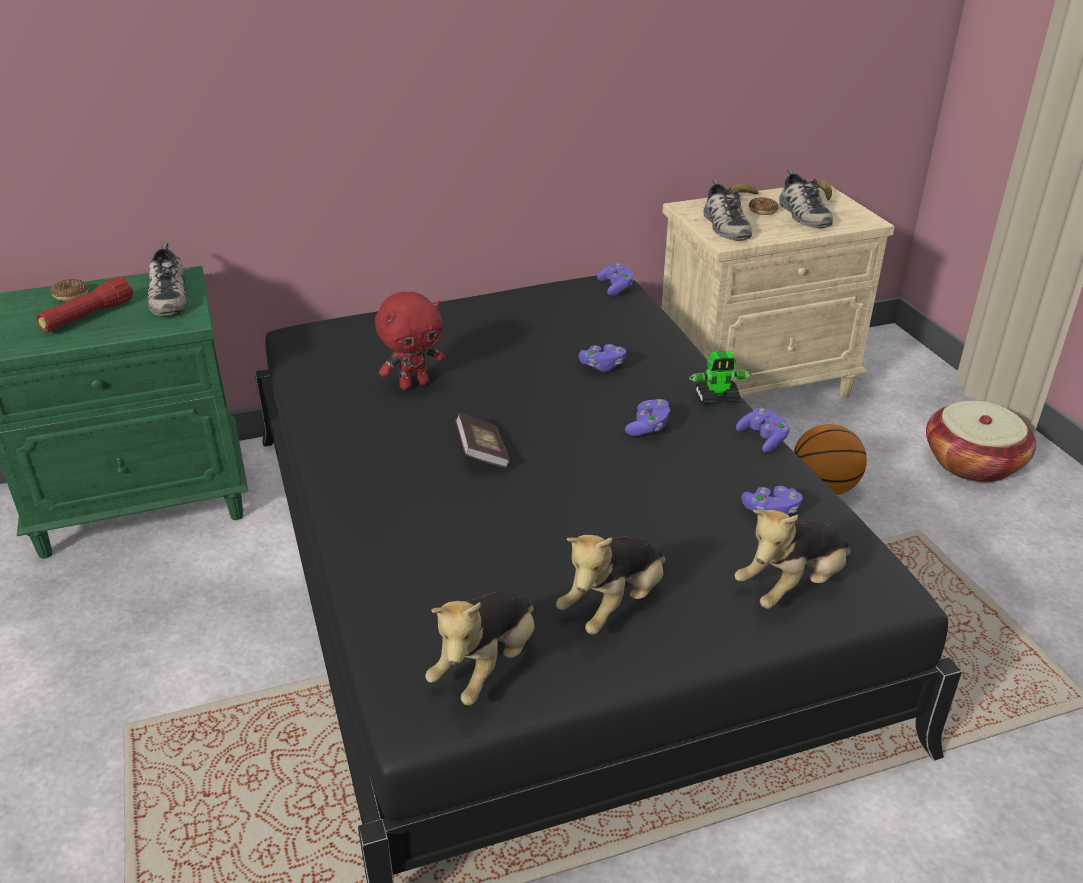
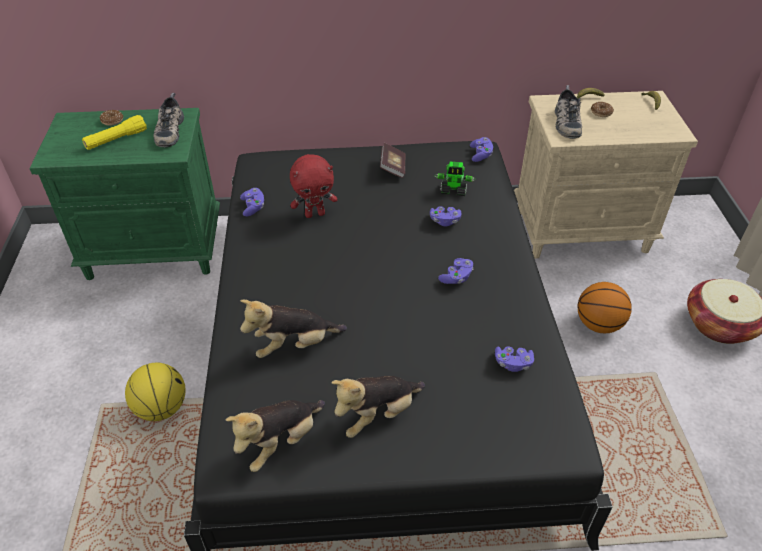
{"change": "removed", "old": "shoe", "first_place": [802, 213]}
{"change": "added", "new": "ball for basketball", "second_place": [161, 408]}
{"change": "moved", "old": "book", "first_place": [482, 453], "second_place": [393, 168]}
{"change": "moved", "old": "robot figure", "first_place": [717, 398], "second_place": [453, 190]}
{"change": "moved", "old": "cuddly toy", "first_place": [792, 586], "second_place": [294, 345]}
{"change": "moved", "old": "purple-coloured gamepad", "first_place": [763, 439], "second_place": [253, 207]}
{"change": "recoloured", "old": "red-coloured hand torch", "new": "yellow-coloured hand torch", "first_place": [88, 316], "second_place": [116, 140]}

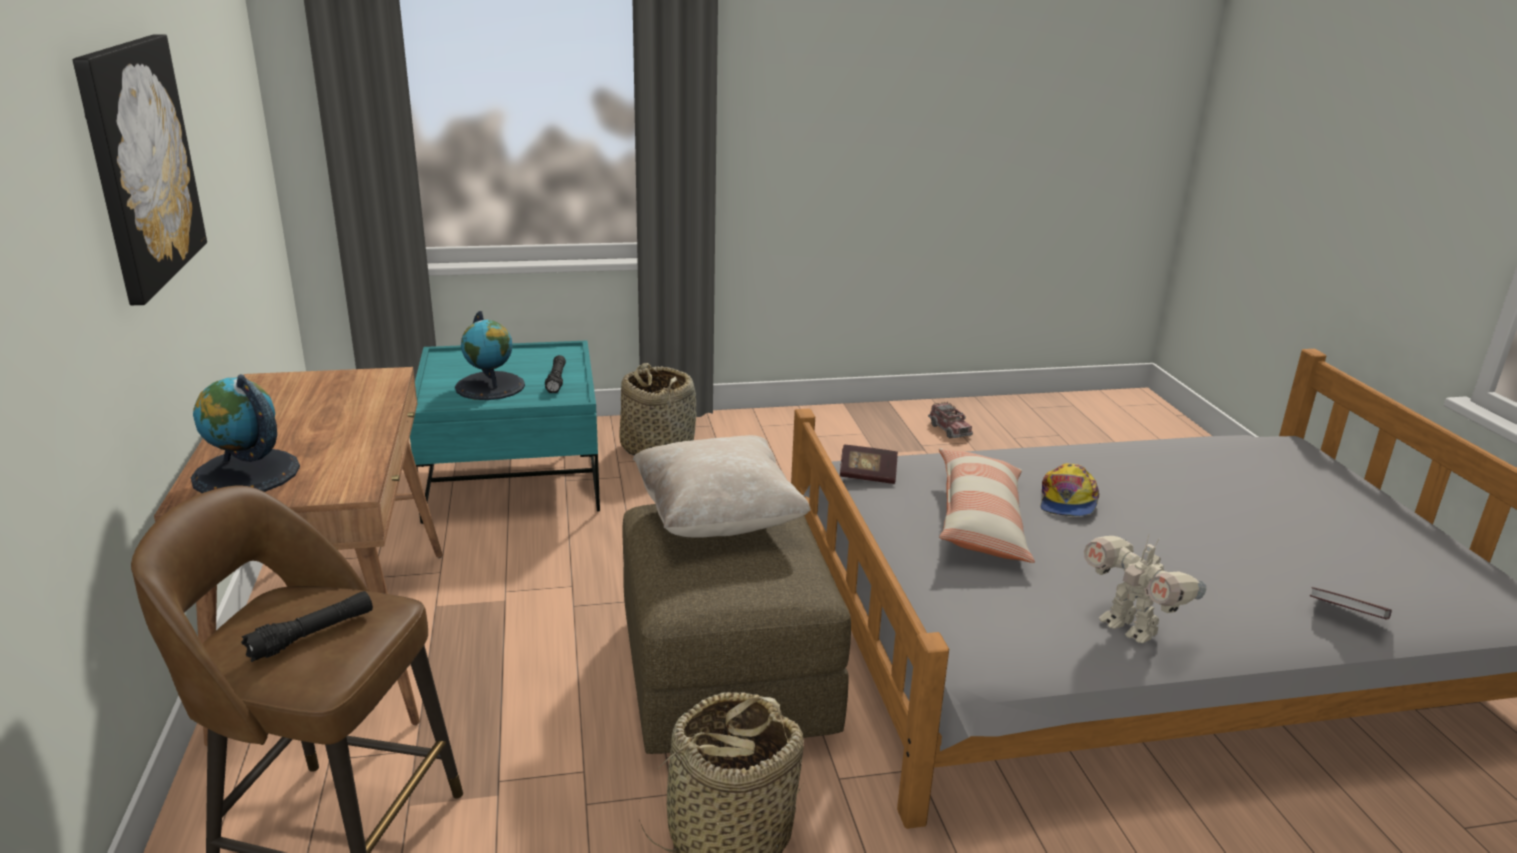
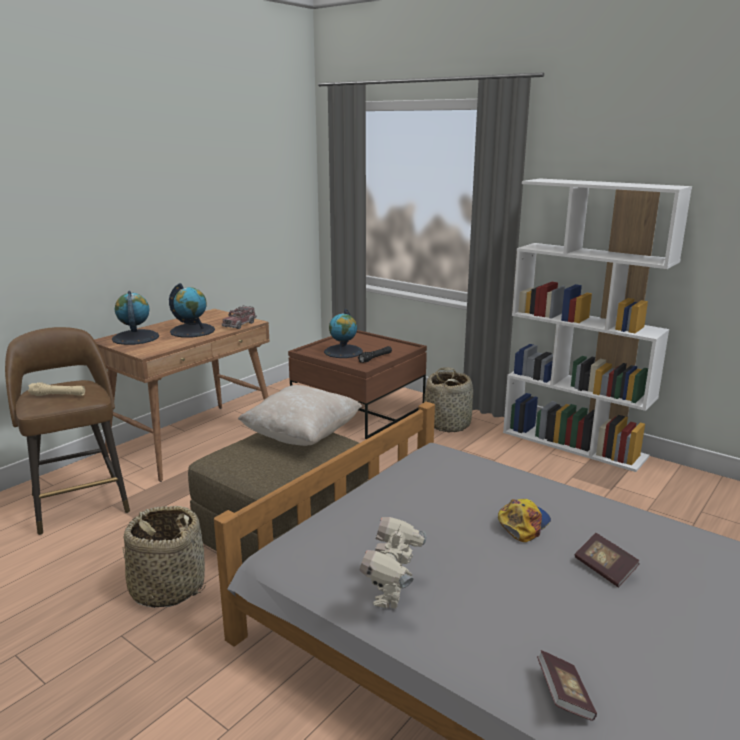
{"change": "removed", "old": "picture", "first_place": [140, 163]}
{"change": "removed", "old": "pillow", "first_place": [980, 521]}
{"change": "added", "new": "desk globe", "second_place": [192, 331]}
{"change": "added", "new": "white shelving unit", "second_place": [574, 444]}
{"change": "moved", "old": "book", "first_place": [867, 475], "second_place": [605, 569]}
{"change": "moved", "old": "model truck", "first_place": [949, 429], "second_place": [239, 324]}
{"change": "recoloured", "old": "black-coloured hand torch", "new": "beige hand torch", "first_place": [312, 635], "second_place": [58, 395]}
{"change": "recoloured", "old": "blue-green low table", "new": "brown low table", "first_place": [513, 477], "second_place": [358, 410]}
{"change": "turned", "old": "baseball cap", "first_place": [1067, 501], "second_place": [523, 523], "degrees": 150}

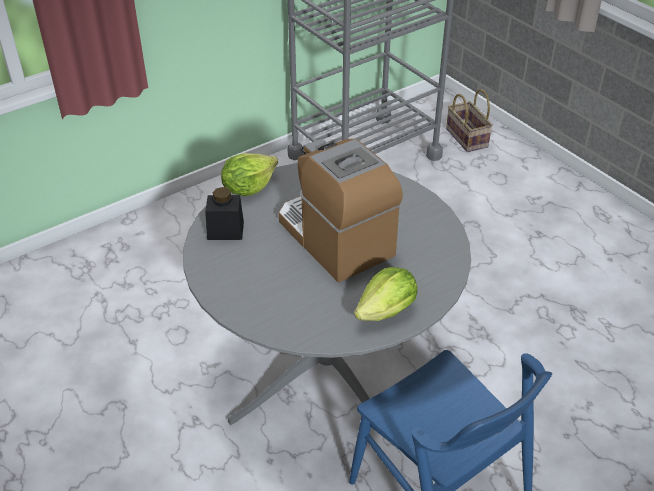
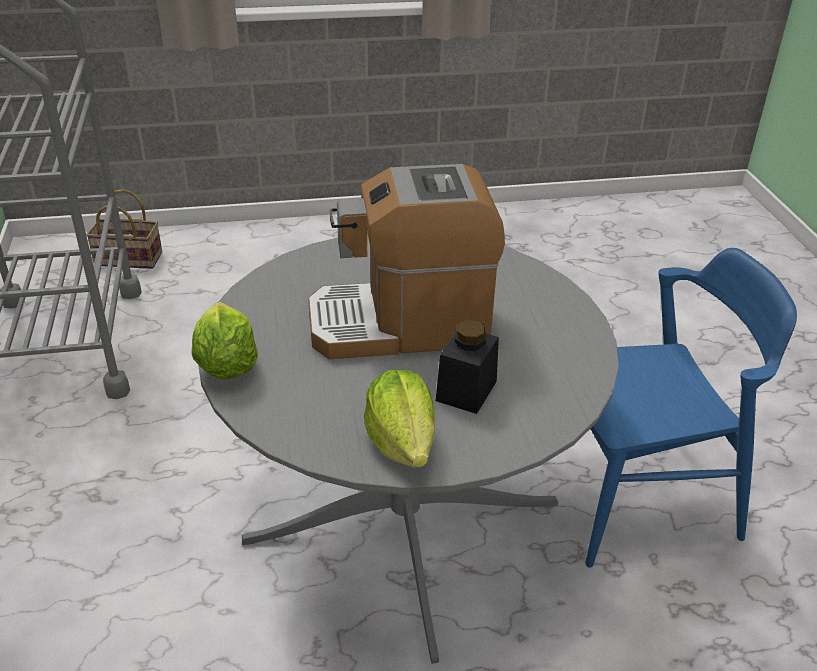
{"change": "moved", "old": "black-coloured preserve jar", "first_place": [225, 230], "second_place": [466, 391]}
{"change": "moved", "old": "lettuce", "first_place": [387, 311], "second_place": [402, 442]}

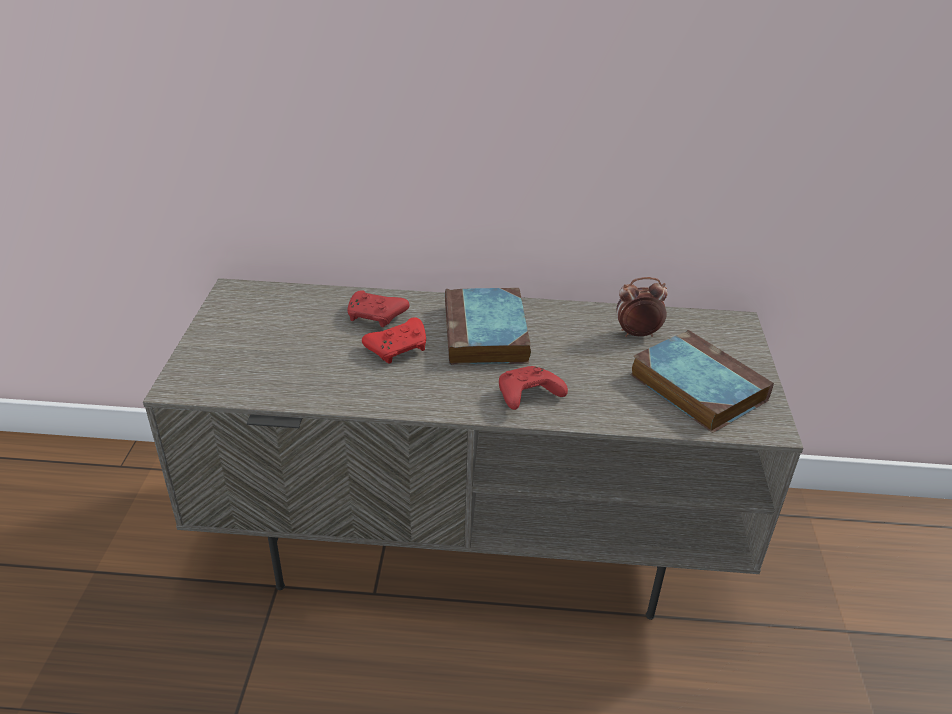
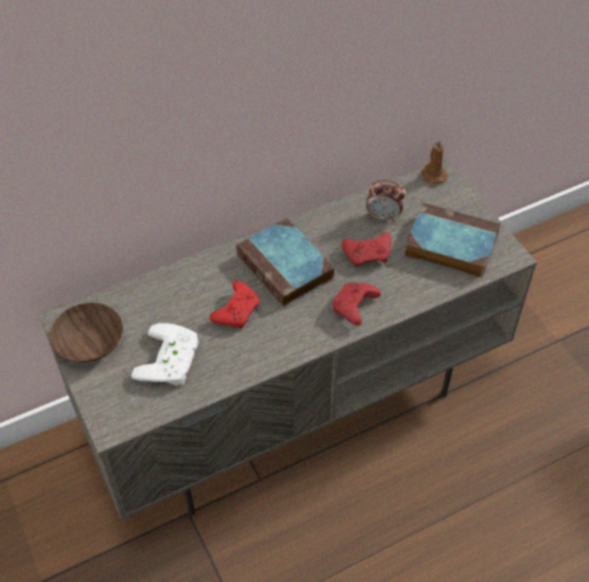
{"change": "added", "new": "brown deep dish", "second_place": [88, 341]}
{"change": "added", "new": "white gamepad", "second_place": [172, 360]}
{"change": "added", "new": "brown wax candle", "second_place": [433, 174]}
{"change": "moved", "old": "red-coloured gamepad", "first_place": [376, 316], "second_place": [368, 255]}
{"change": "turned", "old": "bedside clock", "first_place": [637, 334], "second_place": [384, 216], "degrees": -135}

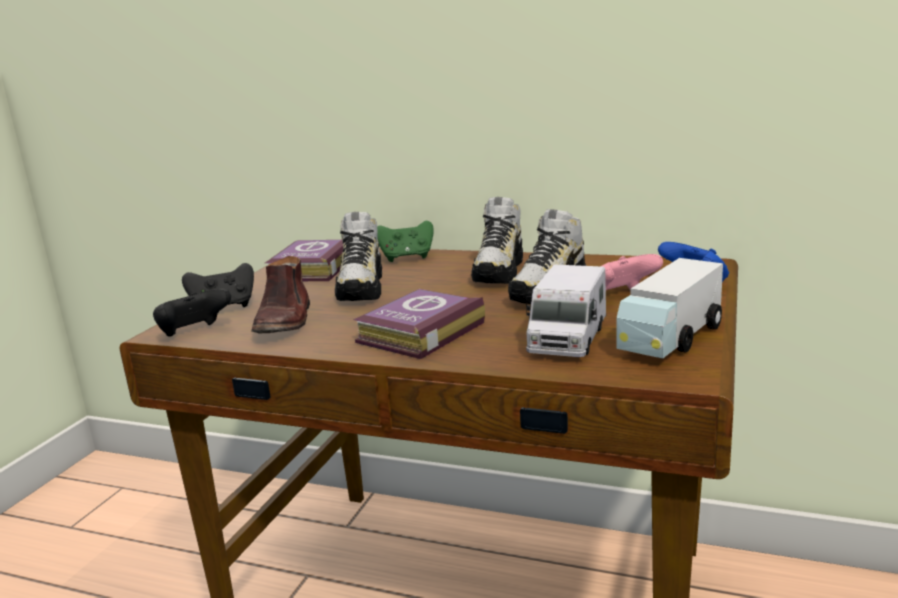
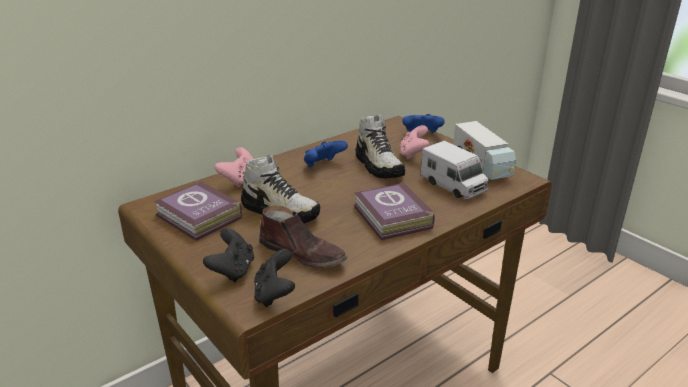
{"change": "replaced", "old": "shoe", "new": "blue gamepad", "first_place": [499, 272], "second_place": [323, 165]}
{"change": "recoloured", "old": "greenish gamepad", "new": "pink gamepad", "first_place": [407, 258], "second_place": [240, 180]}

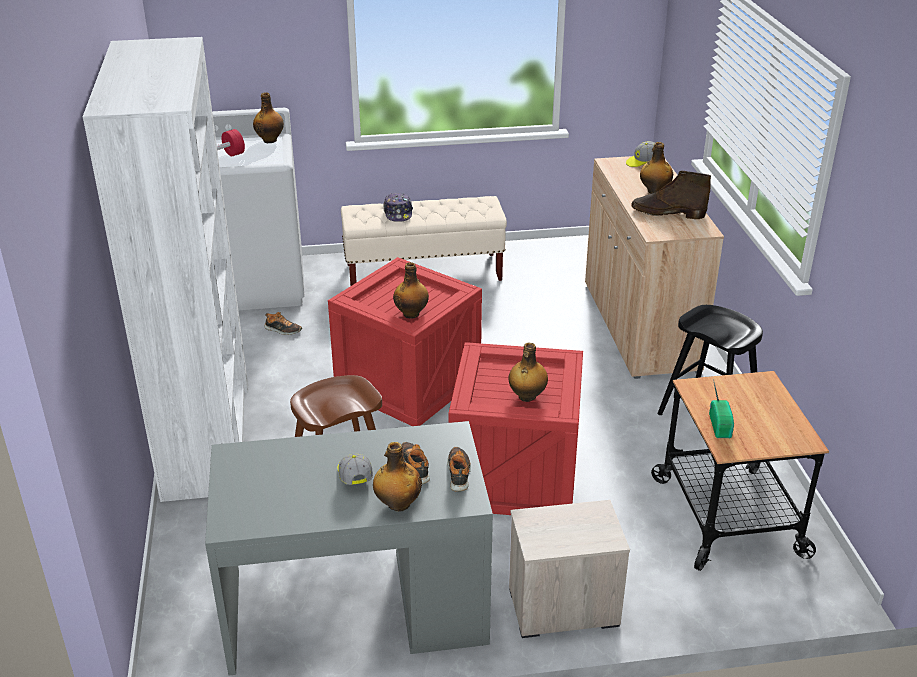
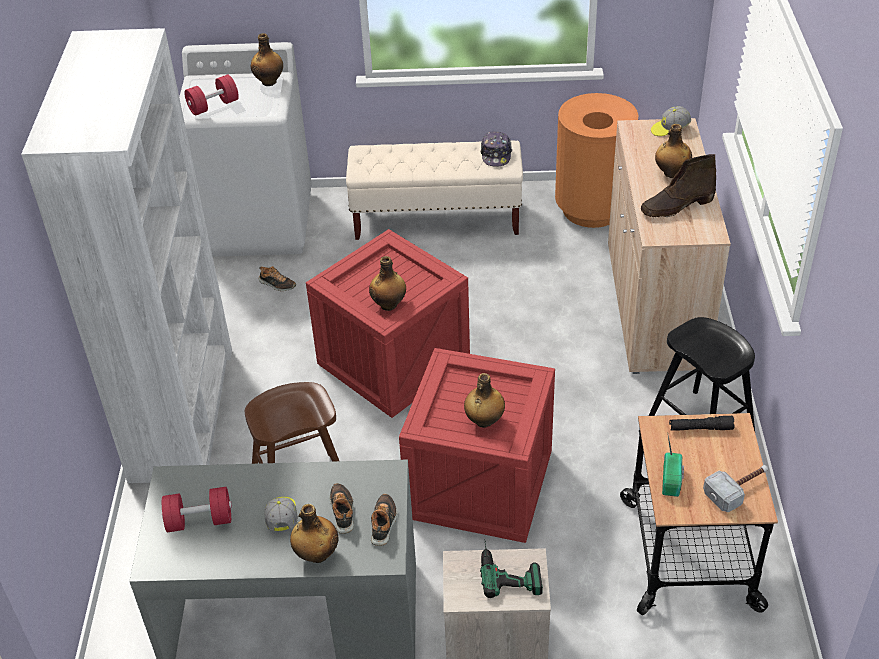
{"change": "added", "new": "red-coloured dumbbell", "second_place": [199, 520]}
{"change": "added", "new": "drill", "second_place": [509, 569]}
{"change": "added", "new": "orange waste bin", "second_place": [592, 209]}
{"change": "added", "new": "black-coloured hand torch", "second_place": [700, 428]}
{"change": "added", "new": "tool hammer", "second_place": [738, 489]}
{"change": "moved", "old": "baseball cap", "first_place": [398, 213], "second_place": [496, 154]}
{"change": "turned", "old": "brown boot", "first_place": [667, 213], "second_place": [676, 206], "degrees": -45}

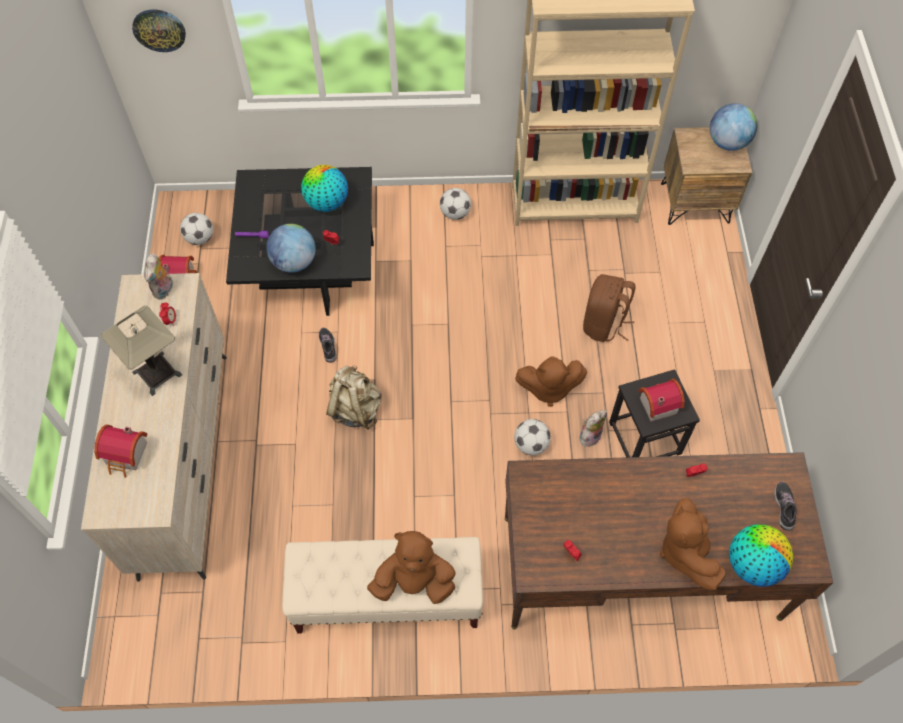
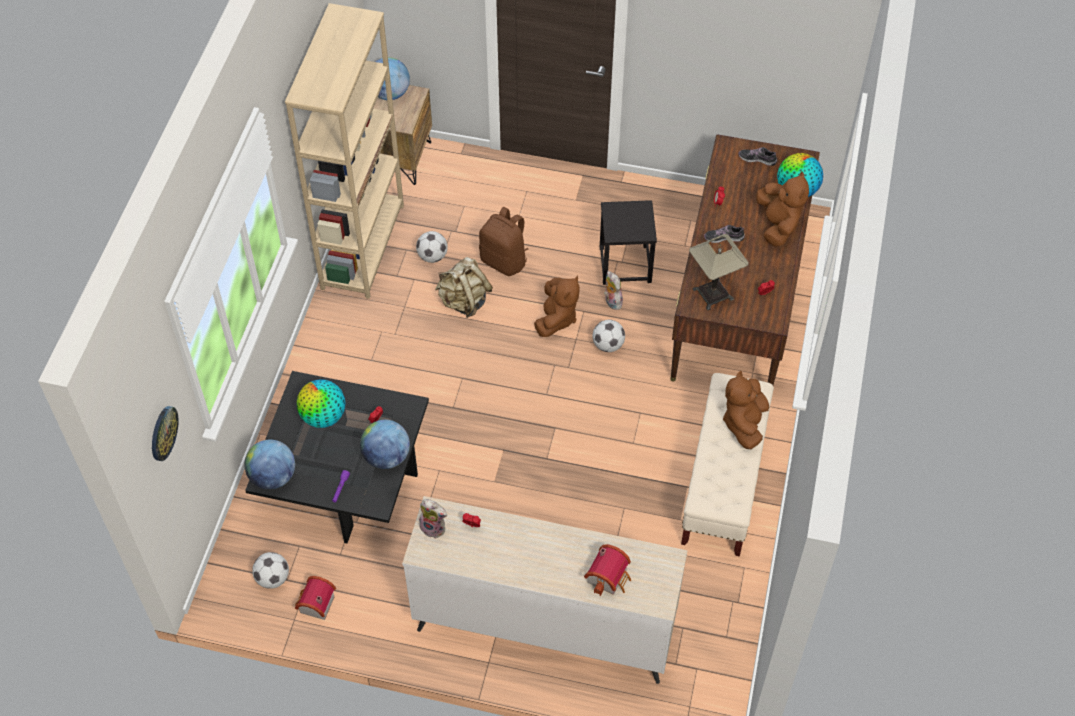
{"change": "removed", "old": "toy house", "first_place": [656, 404]}
{"change": "added", "new": "desk globe", "second_place": [273, 477]}
{"change": "moved", "old": "lamp for a table", "first_place": [157, 373], "second_place": [712, 294]}
{"change": "moved", "old": "shoe", "first_place": [328, 346], "second_place": [724, 237]}
{"change": "moved", "old": "beige knapsack", "first_place": [355, 409], "second_place": [464, 301]}
{"change": "moved", "old": "football ball", "first_place": [455, 213], "second_place": [432, 256]}
{"change": "turned", "old": "brown cuddly toy", "first_place": [686, 551], "second_place": [778, 225], "degrees": -105}

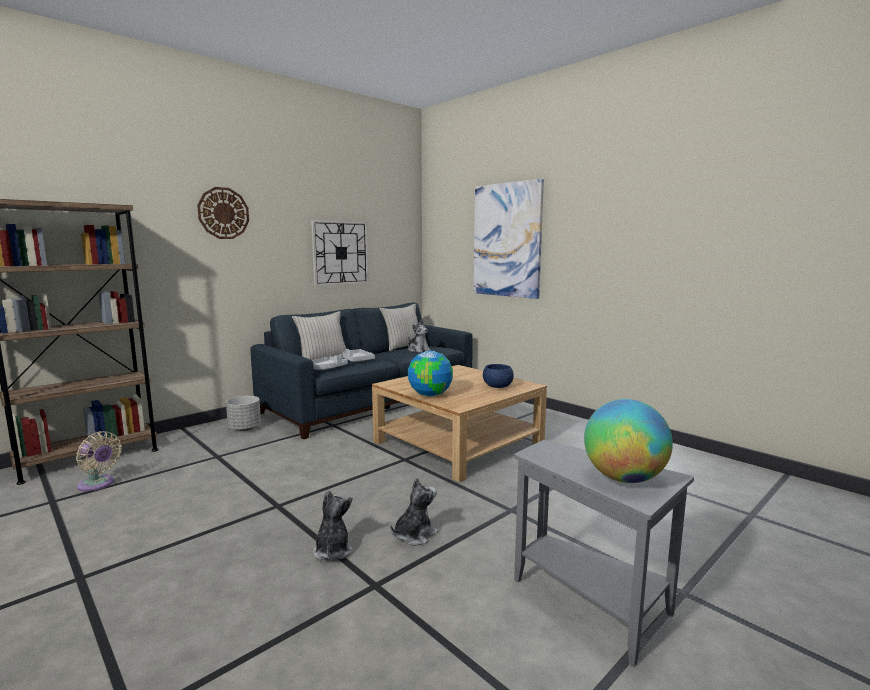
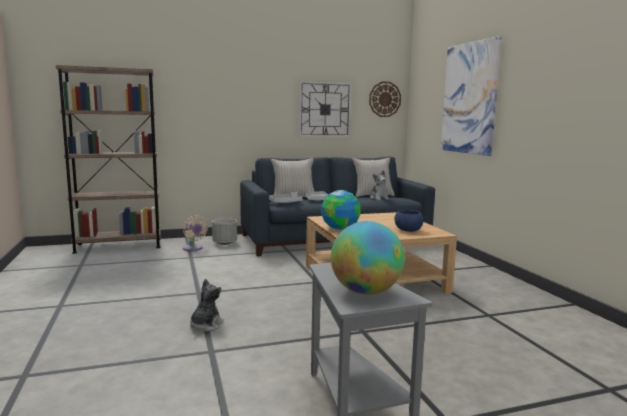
{"change": "removed", "old": "cuddly toy", "first_place": [414, 535]}
{"change": "moved", "old": "beige fan", "first_place": [98, 484], "second_place": [193, 248]}
{"change": "moved", "old": "wall clock", "first_place": [223, 213], "second_place": [384, 99]}

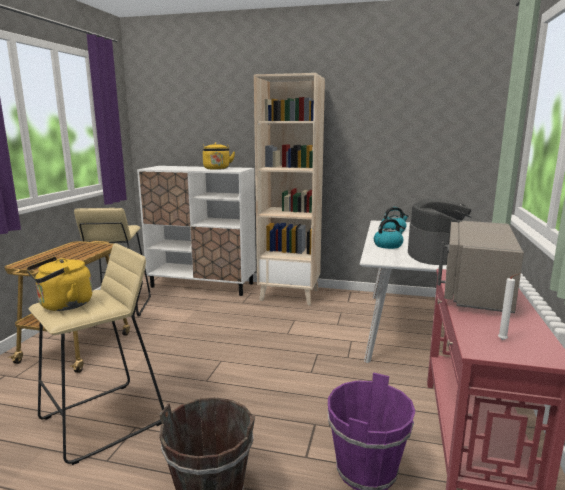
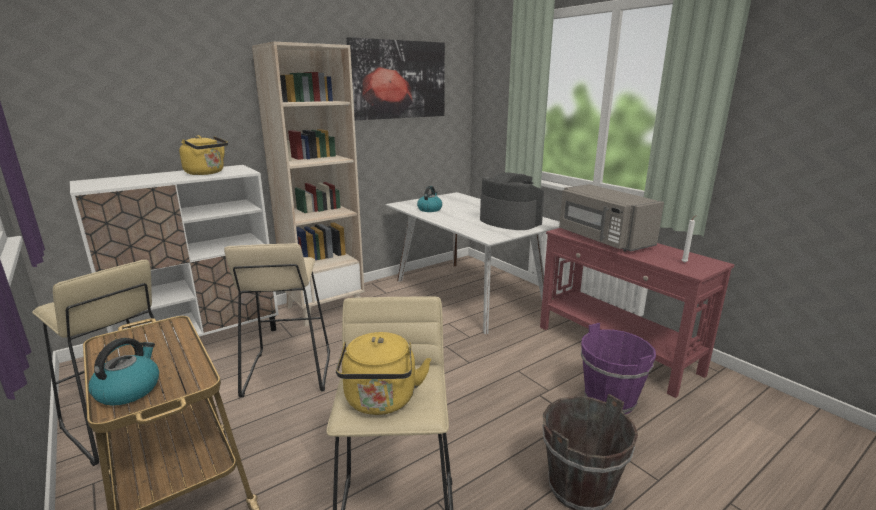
{"change": "added", "new": "beige stool", "second_place": [287, 372]}
{"change": "added", "new": "picture", "second_place": [398, 80]}
{"change": "moved", "old": "water kettle", "first_place": [388, 245], "second_place": [129, 390]}

